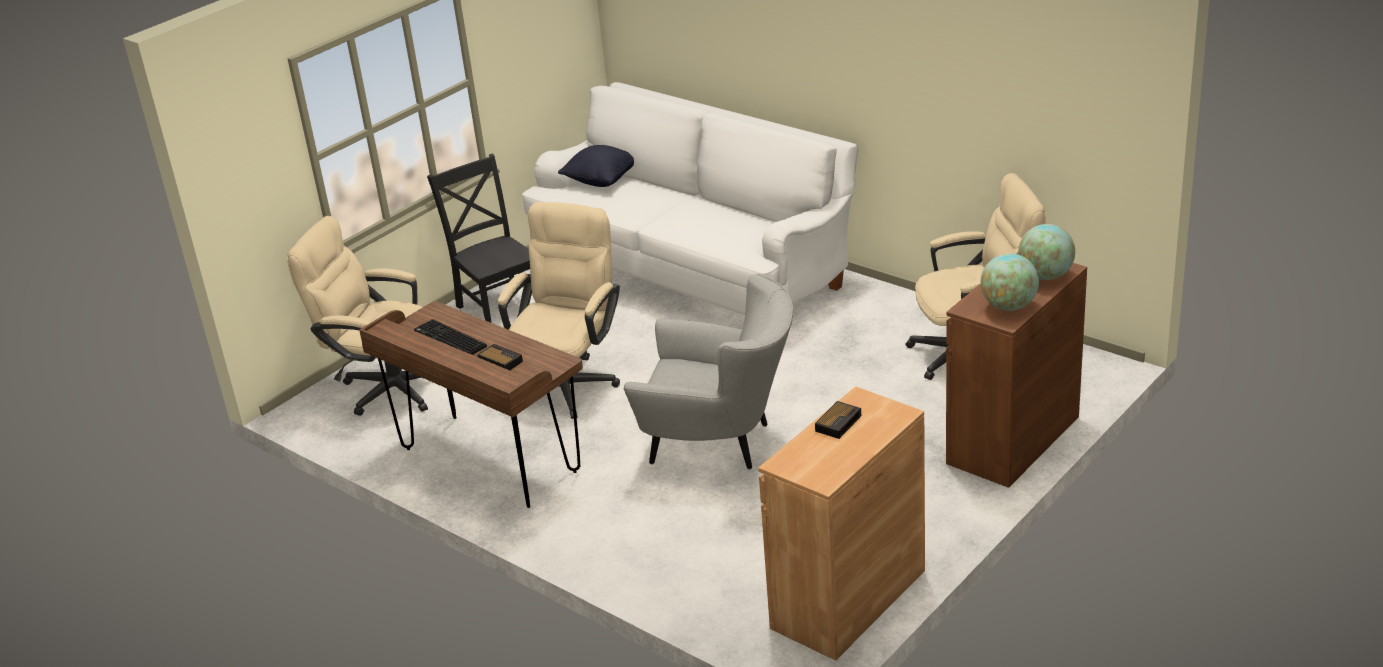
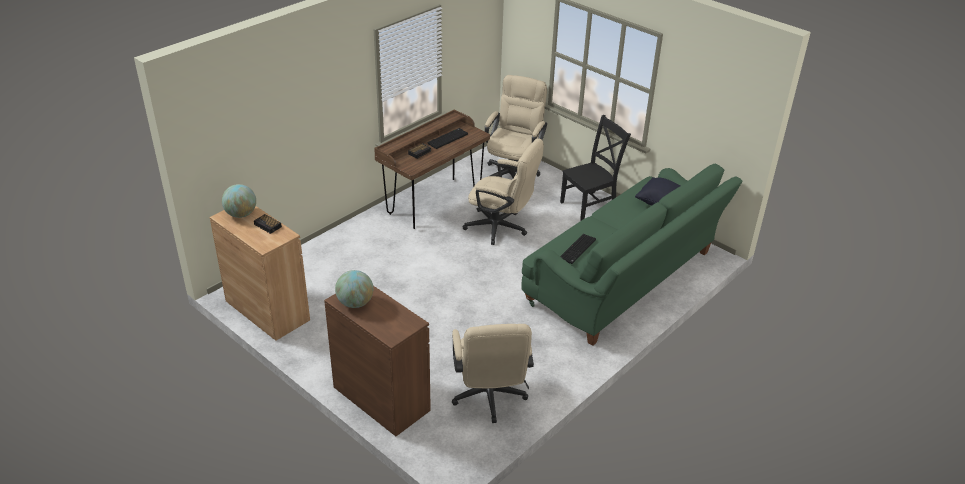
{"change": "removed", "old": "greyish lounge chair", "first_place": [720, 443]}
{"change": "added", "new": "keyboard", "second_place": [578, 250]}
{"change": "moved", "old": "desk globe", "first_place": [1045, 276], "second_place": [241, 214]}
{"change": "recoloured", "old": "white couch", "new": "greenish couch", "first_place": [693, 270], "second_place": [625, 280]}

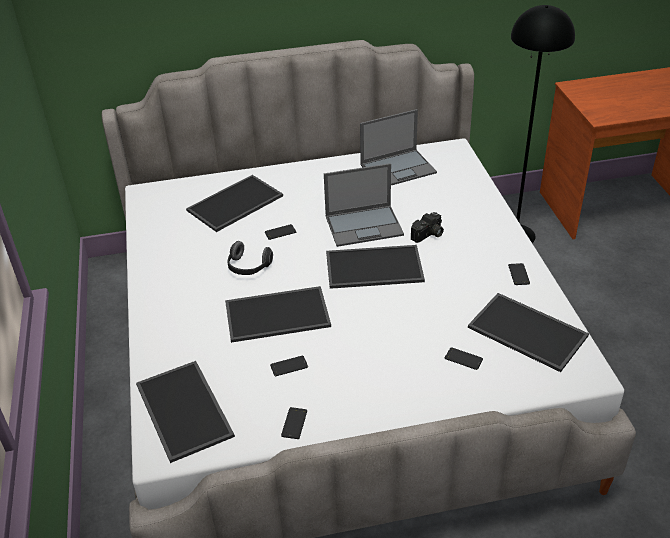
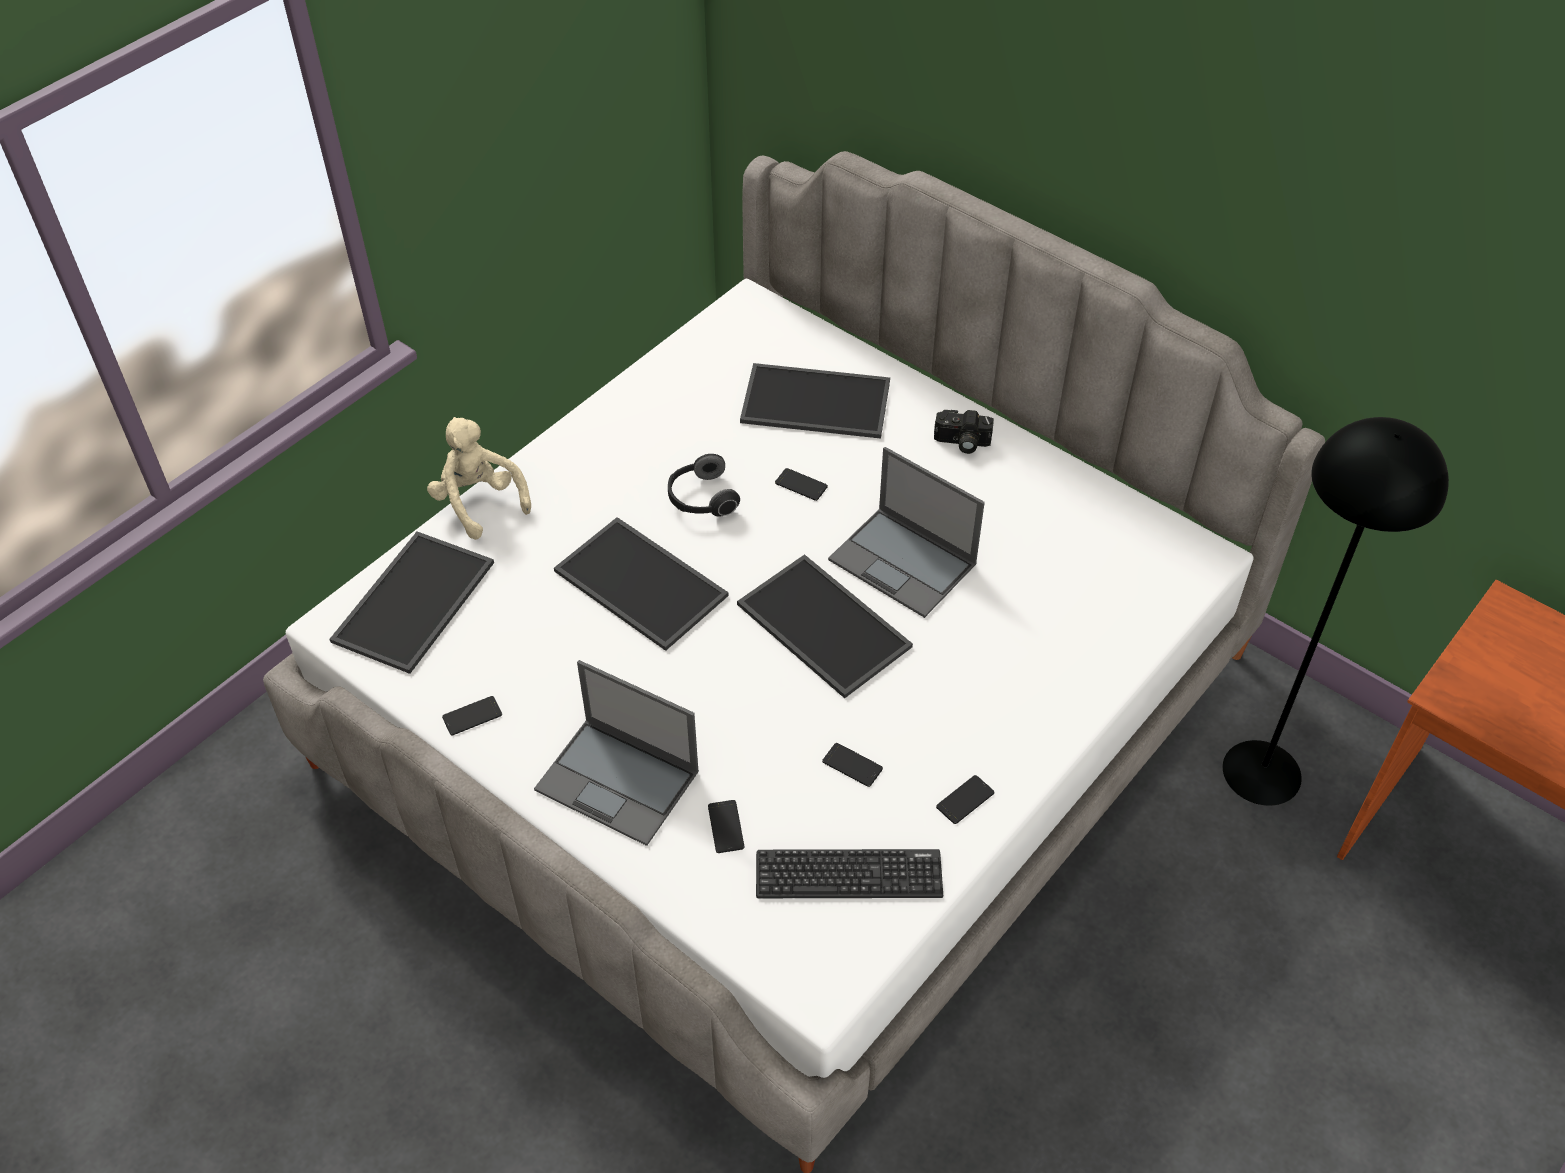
{"change": "added", "new": "beige cuddly toy", "second_place": [479, 502]}
{"change": "moved", "old": "handset", "first_place": [289, 366], "second_place": [852, 765]}
{"change": "moved", "old": "laptop", "first_place": [398, 168], "second_place": [619, 781]}
{"change": "moved", "old": "still camera", "first_place": [428, 235], "second_place": [961, 442]}
{"change": "replaced", "old": "tray", "new": "keyboard", "first_place": [529, 331], "second_place": [848, 875]}

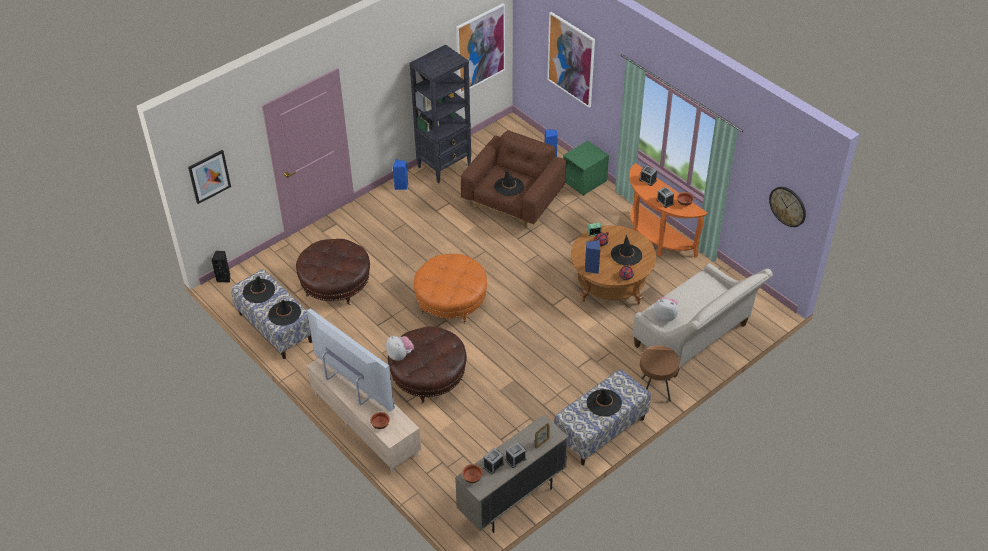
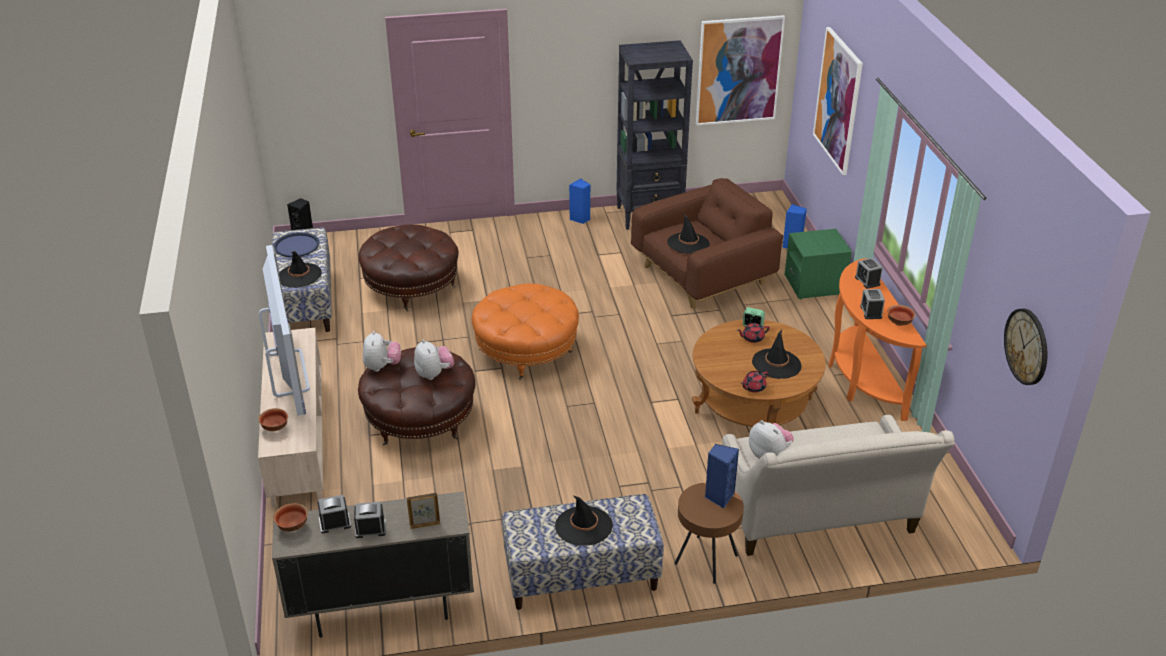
{"change": "removed", "old": "picture", "first_place": [209, 176]}
{"change": "added", "new": "cuddly toy", "second_place": [434, 374]}
{"change": "moved", "old": "blue speaker", "first_place": [591, 268], "second_place": [719, 497]}
{"change": "replaced", "old": "black-coloured wearable hat", "new": "blue tray", "first_place": [258, 291], "second_place": [296, 245]}

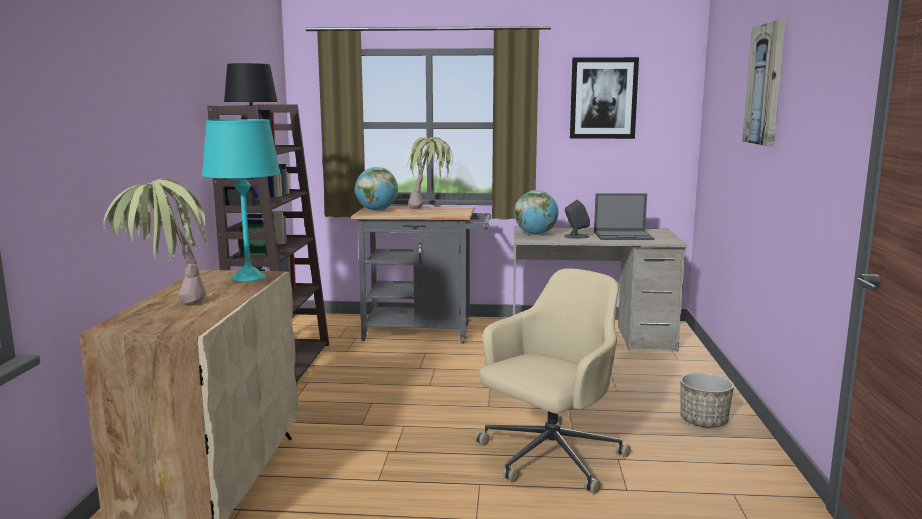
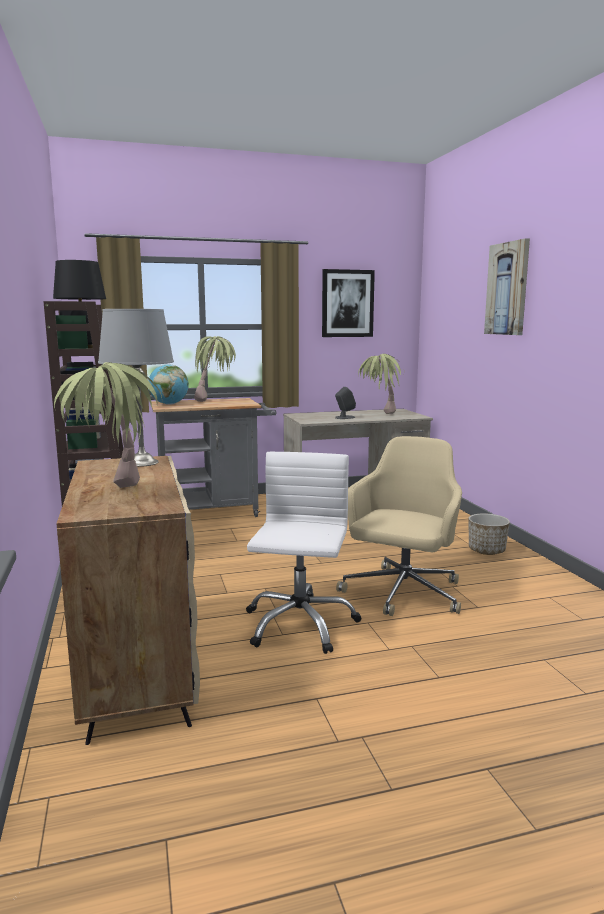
{"change": "removed", "old": "desk globe", "first_place": [535, 234]}
{"change": "added", "new": "white computer chair", "second_place": [299, 624]}
{"change": "replaced", "old": "laptop", "new": "plant in a pot", "first_place": [624, 236], "second_place": [379, 415]}
{"change": "recoloured", "old": "blue-green lamp for a table", "new": "greyish lamp for a table", "first_place": [248, 277], "second_place": [142, 463]}

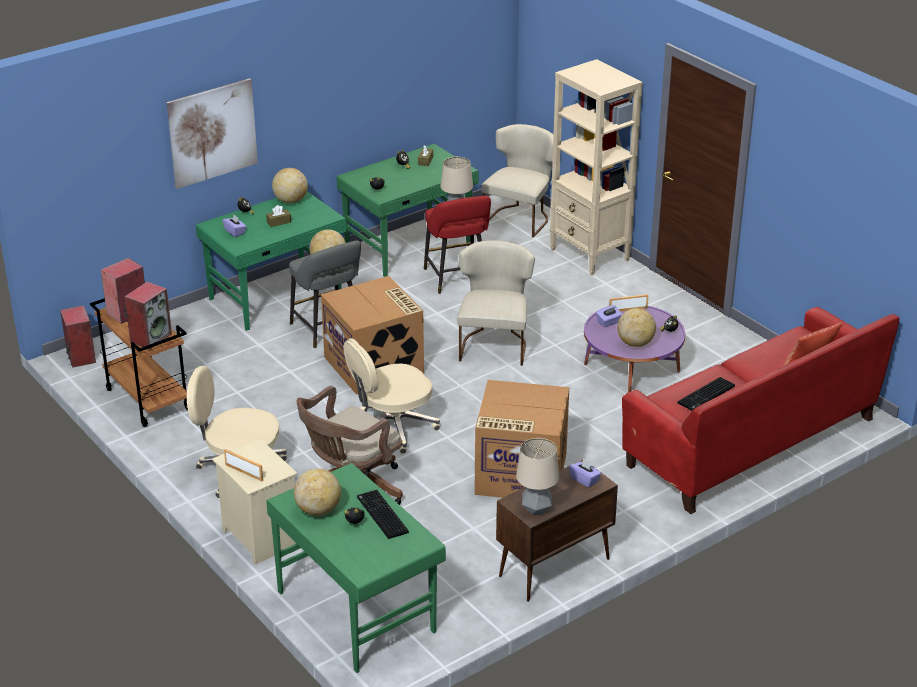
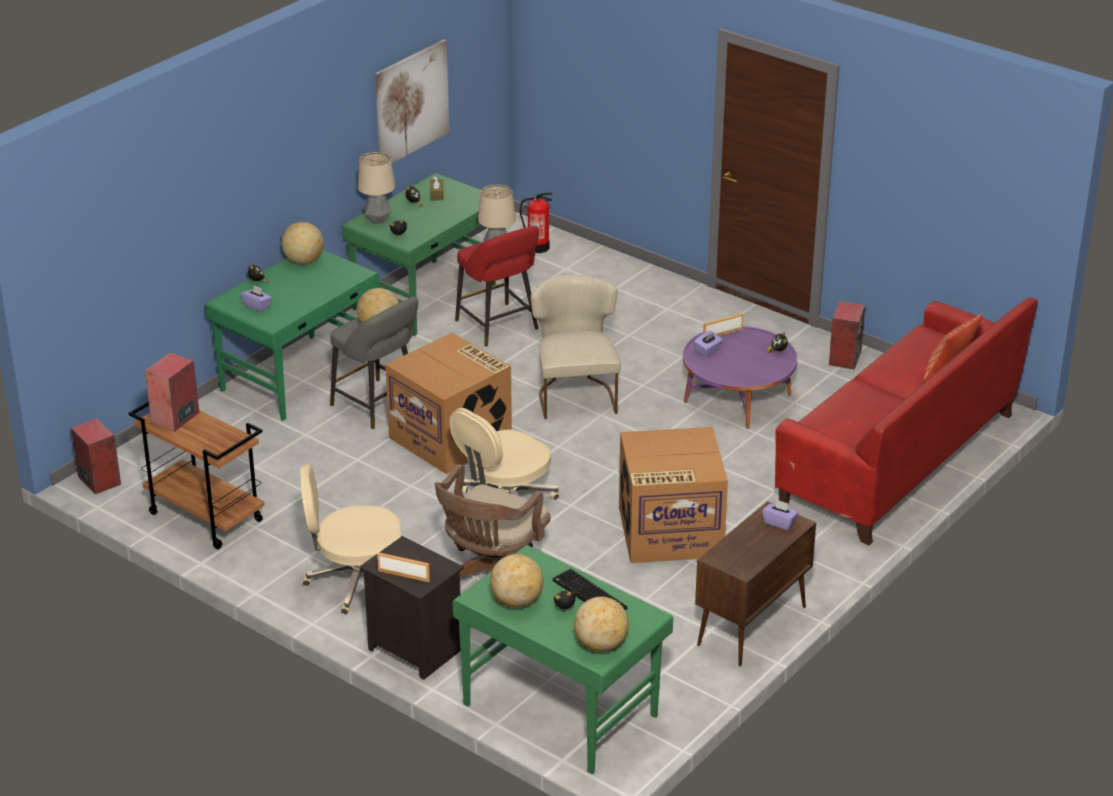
{"change": "removed", "old": "brown tissue holder", "first_place": [279, 222]}
{"change": "removed", "old": "beige shelving unit", "first_place": [590, 255]}
{"change": "removed", "old": "keyboard", "first_place": [706, 395]}
{"change": "moved", "old": "speaker", "first_place": [151, 337], "second_place": [844, 358]}
{"change": "moved", "old": "picture", "first_place": [212, 133], "second_place": [412, 103]}
{"change": "moved", "old": "lamp for a table", "first_place": [536, 509], "second_place": [378, 220]}
{"change": "moved", "old": "desk globe", "first_place": [635, 343], "second_place": [601, 645]}
{"change": "replaced", "old": "beige plain chair", "new": "extinguisher", "first_place": [520, 218], "second_place": [538, 247]}
{"change": "recoloured", "old": "beige nightstand", "new": "black-coloured nightstand", "first_place": [259, 537], "second_place": [413, 650]}

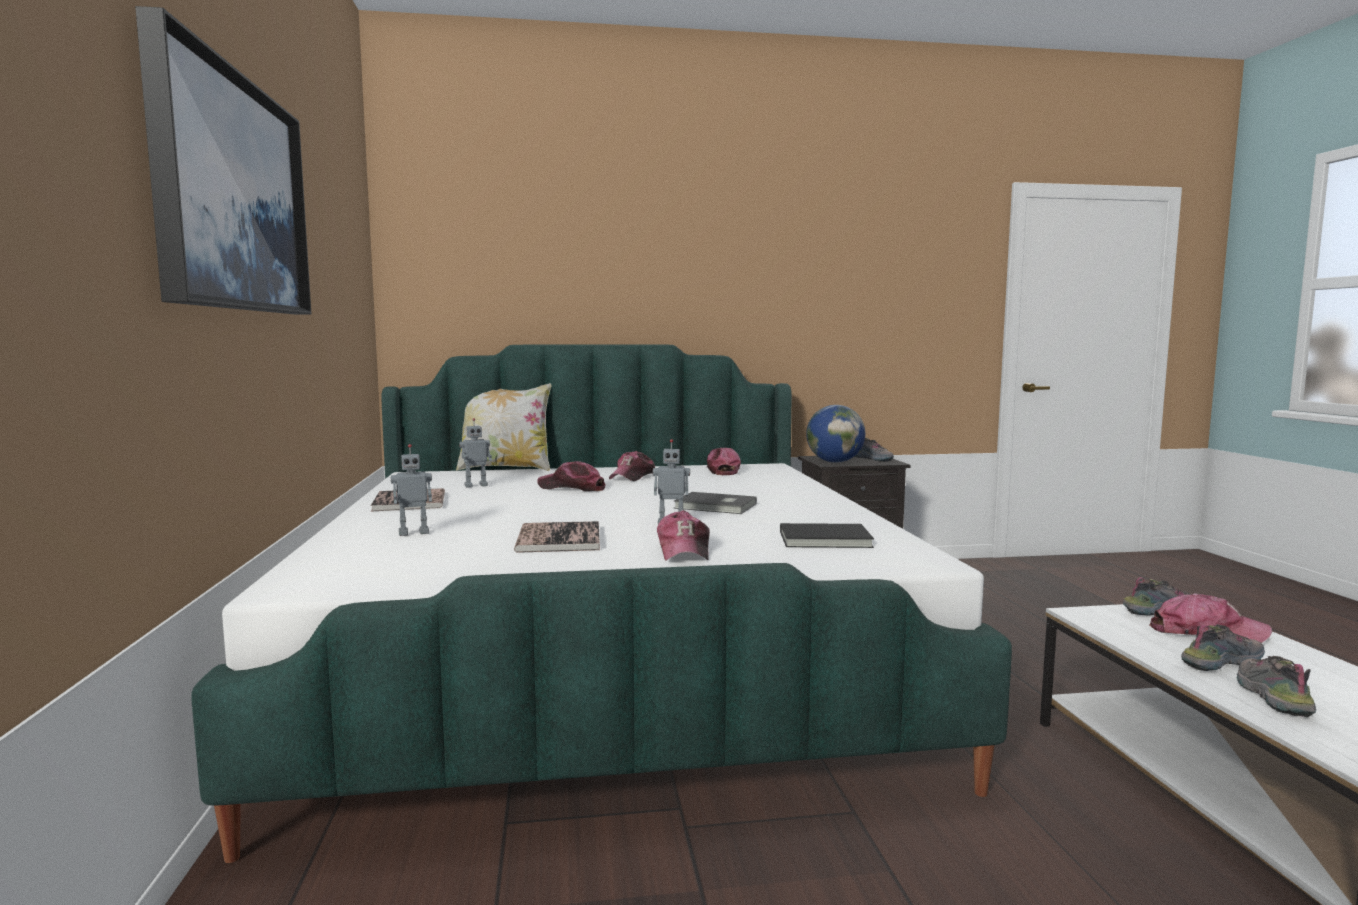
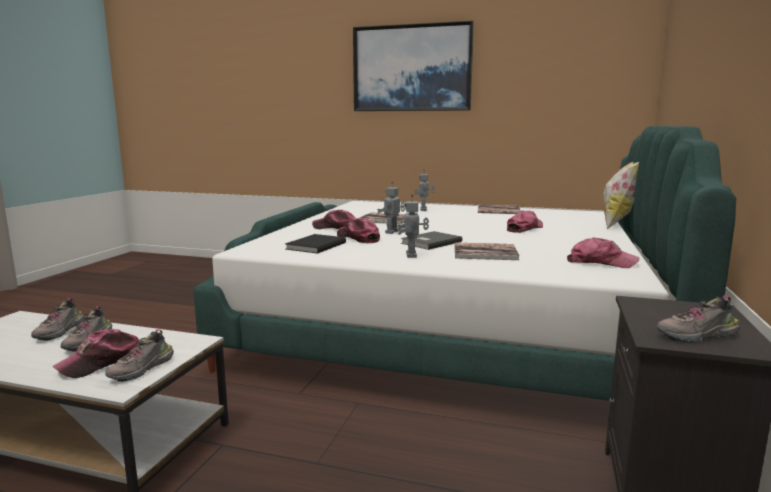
{"change": "removed", "old": "desk globe", "first_place": [834, 462]}
{"change": "added", "new": "book", "second_place": [485, 252]}
{"change": "moved", "old": "robot figure", "first_place": [475, 485], "second_place": [412, 255]}
{"change": "moved", "old": "baseball cap", "first_place": [633, 476], "second_place": [358, 238]}
{"change": "turned", "old": "shoe", "first_place": [1269, 696], "second_place": [60, 332], "degrees": 60}

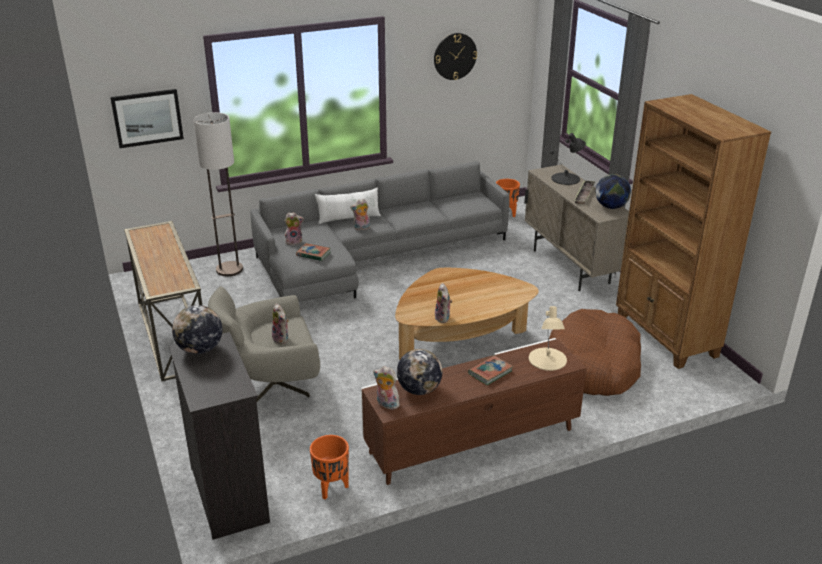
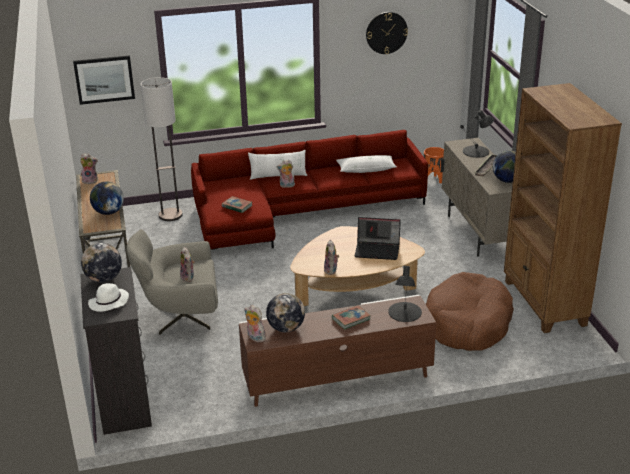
{"change": "removed", "old": "orange flower pot", "first_place": [332, 488]}
{"change": "added", "new": "white wearable hat", "second_place": [108, 303]}
{"change": "added", "new": "desk globe", "second_place": [108, 212]}
{"change": "added", "new": "white pillow", "second_place": [366, 169]}
{"change": "added", "new": "laptop", "second_place": [378, 250]}
{"change": "moved", "old": "cuddly toy", "first_place": [294, 241], "second_place": [90, 181]}
{"change": "recoloured", "old": "greyish couch", "new": "red-coloured couch", "first_place": [373, 256], "second_place": [299, 211]}
{"change": "recoloured", "old": "beige lamp for a table", "new": "black-coloured lamp for a table", "first_place": [547, 359], "second_place": [404, 312]}

